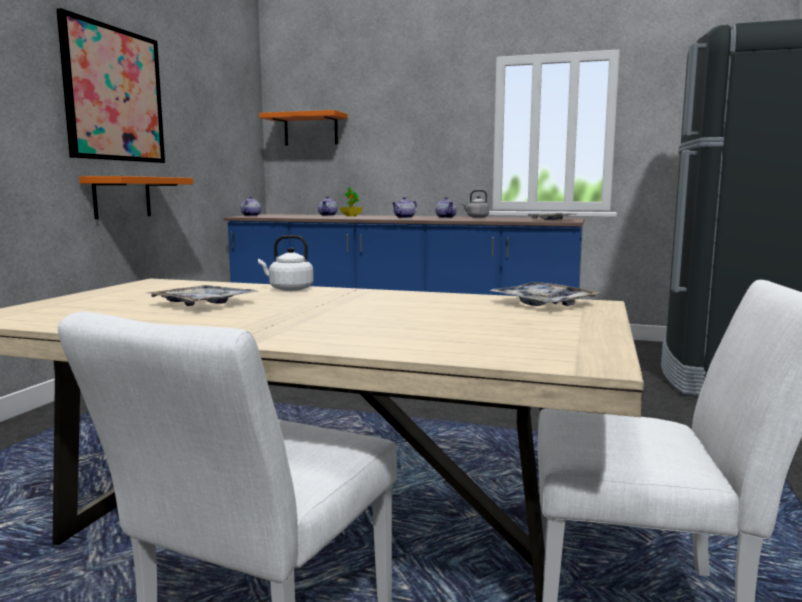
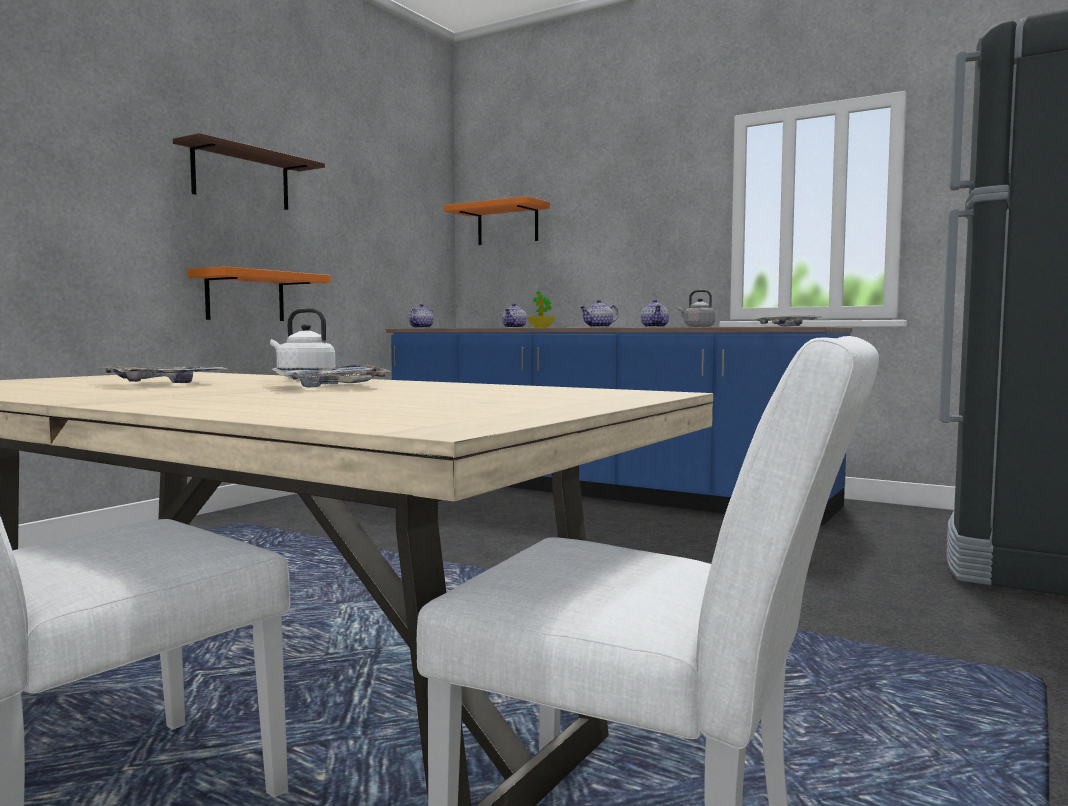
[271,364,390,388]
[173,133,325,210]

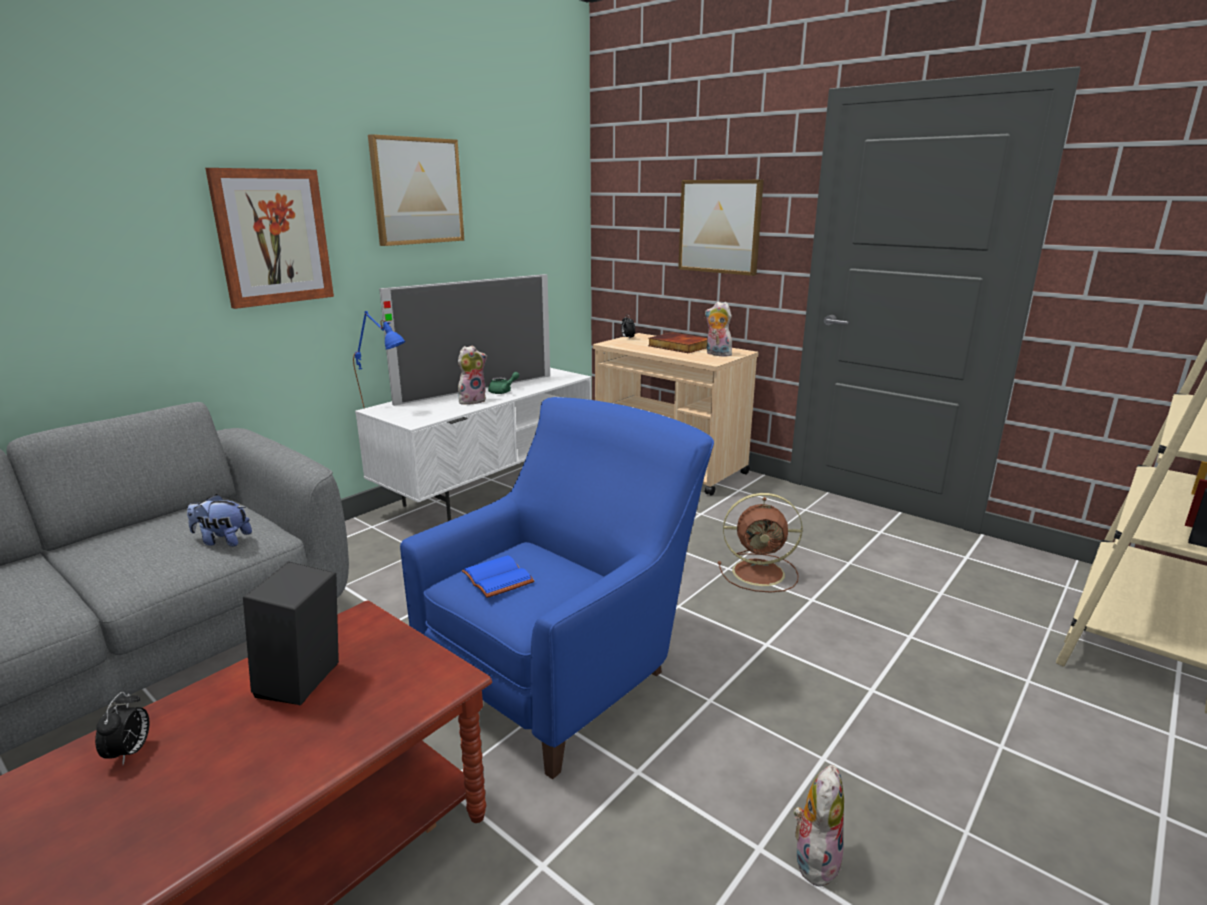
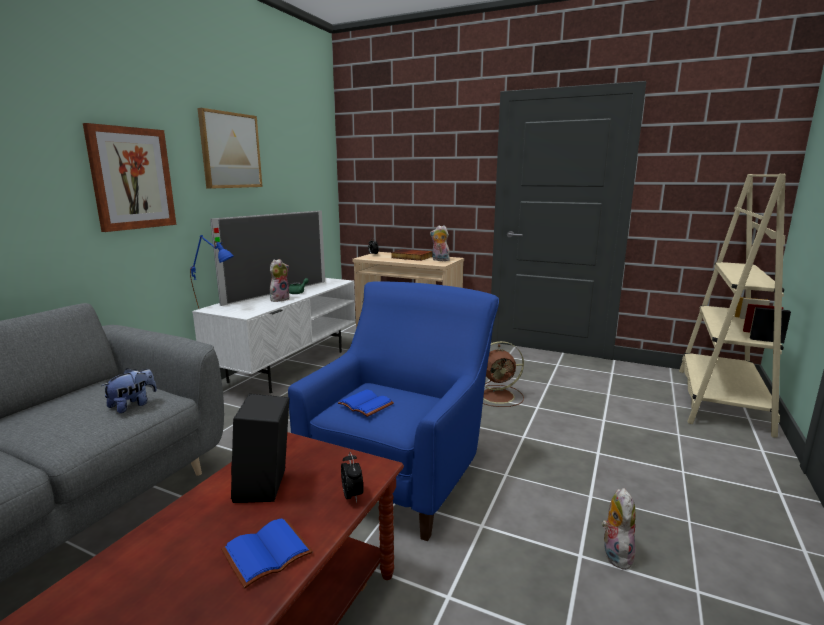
[678,180,764,276] (first image)
[221,518,313,589]
[341,452,363,503]
[102,368,157,413]

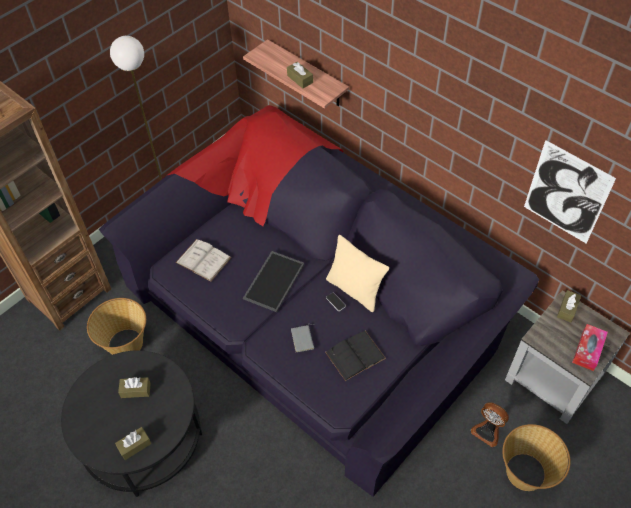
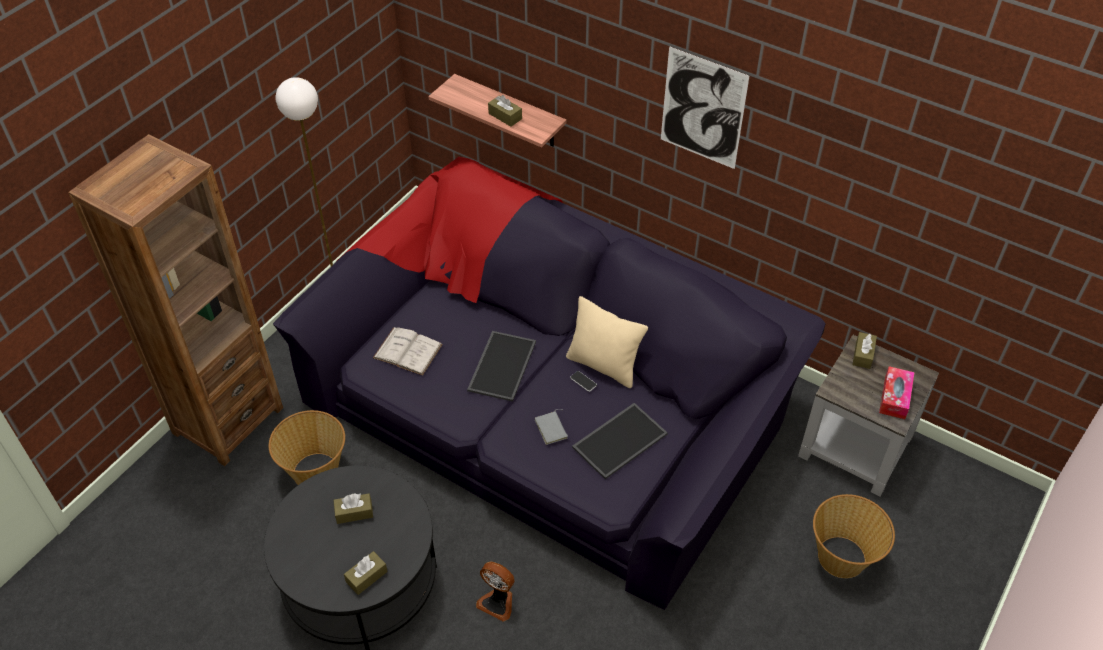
[476,561,514,622]
[661,46,749,169]
[572,403,668,479]

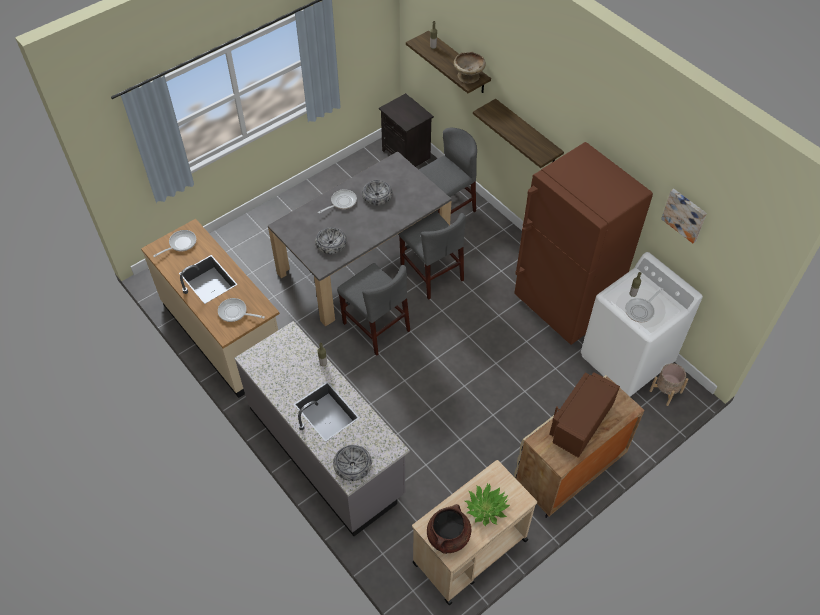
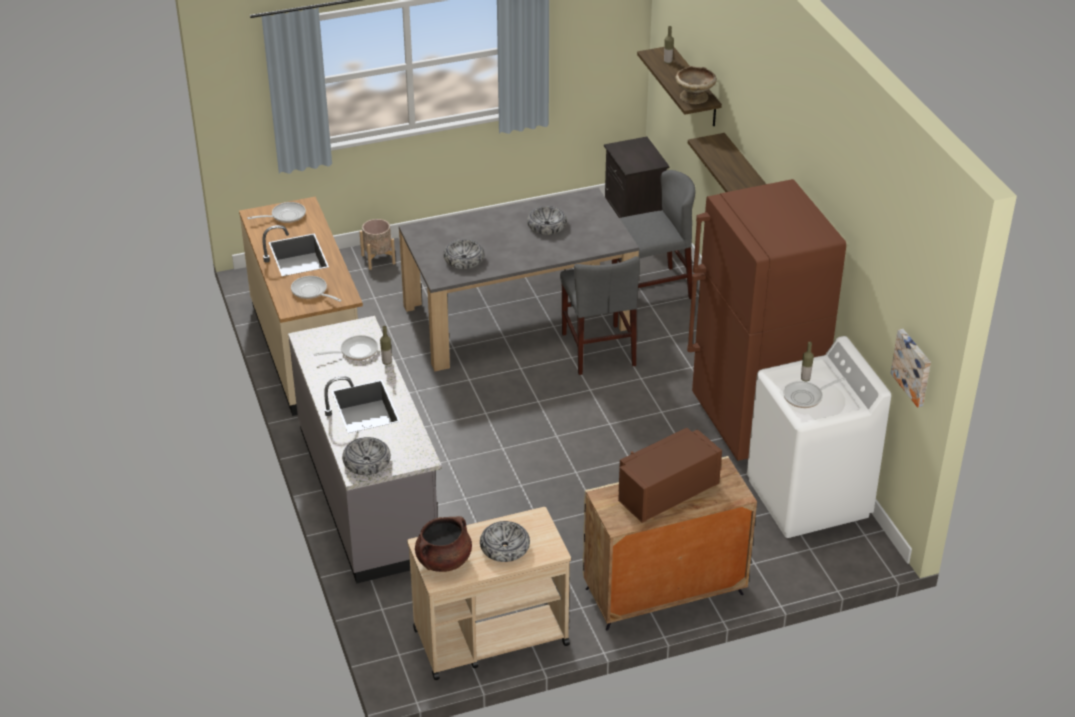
[337,263,410,356] (first image)
[314,335,378,360]
[359,219,396,270]
[891,329,931,407]
[480,521,530,562]

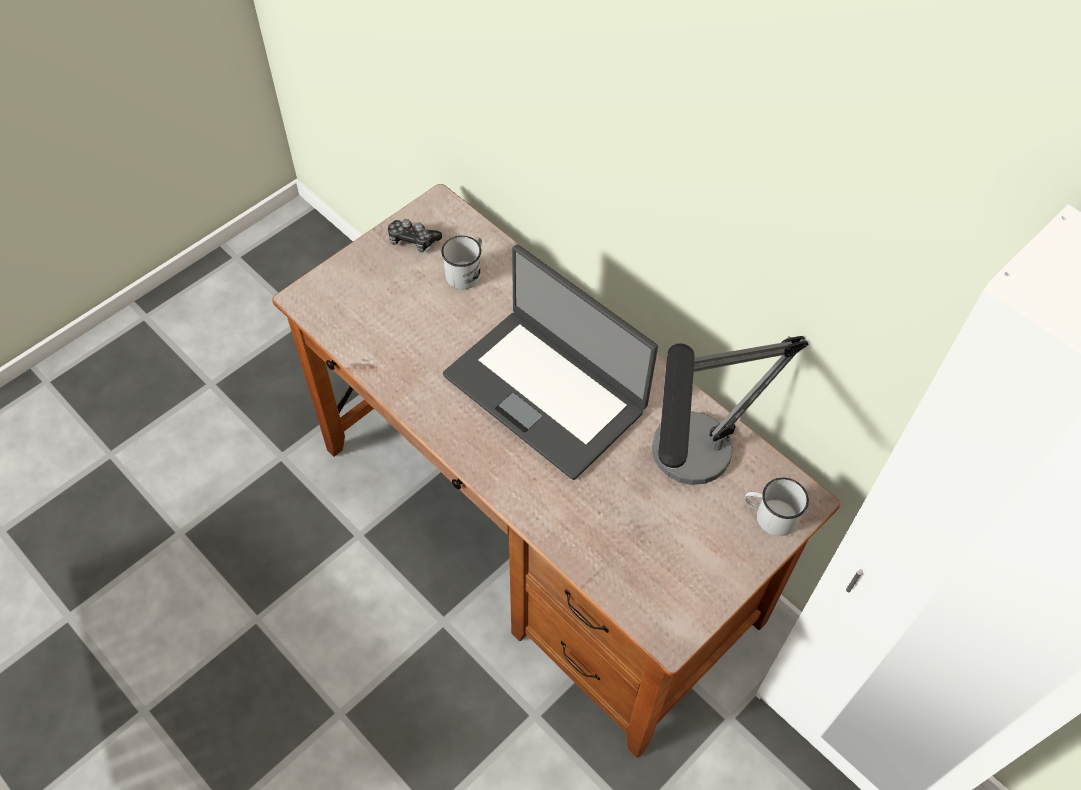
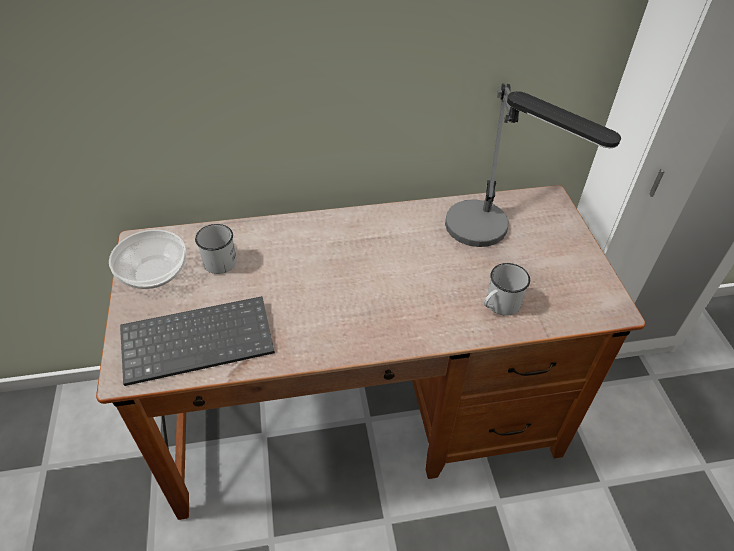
[443,245,658,480] (first image)
[120,296,275,386]
[484,263,530,316]
[109,229,186,289]

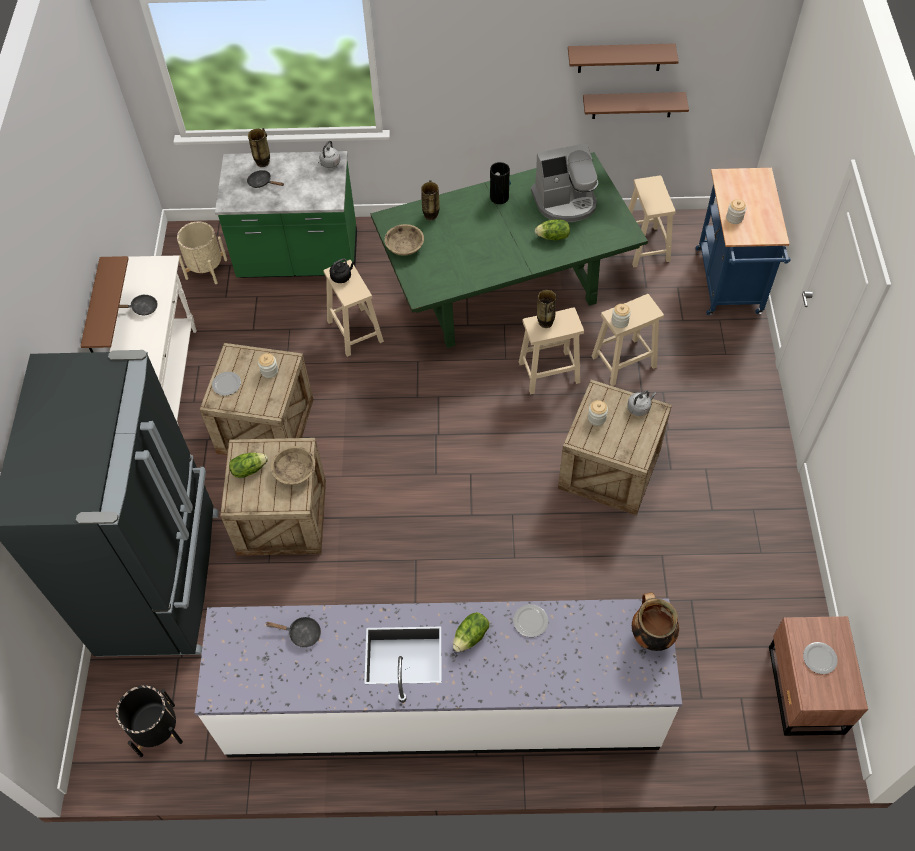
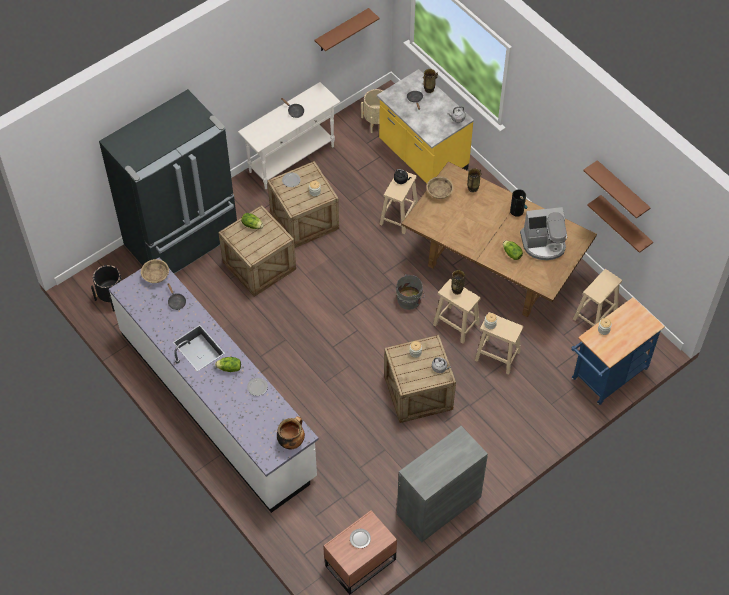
[396,274,425,310]
[397,426,488,542]
[315,8,380,51]
[141,259,169,283]
[377,69,474,183]
[401,161,597,317]
[520,207,567,260]

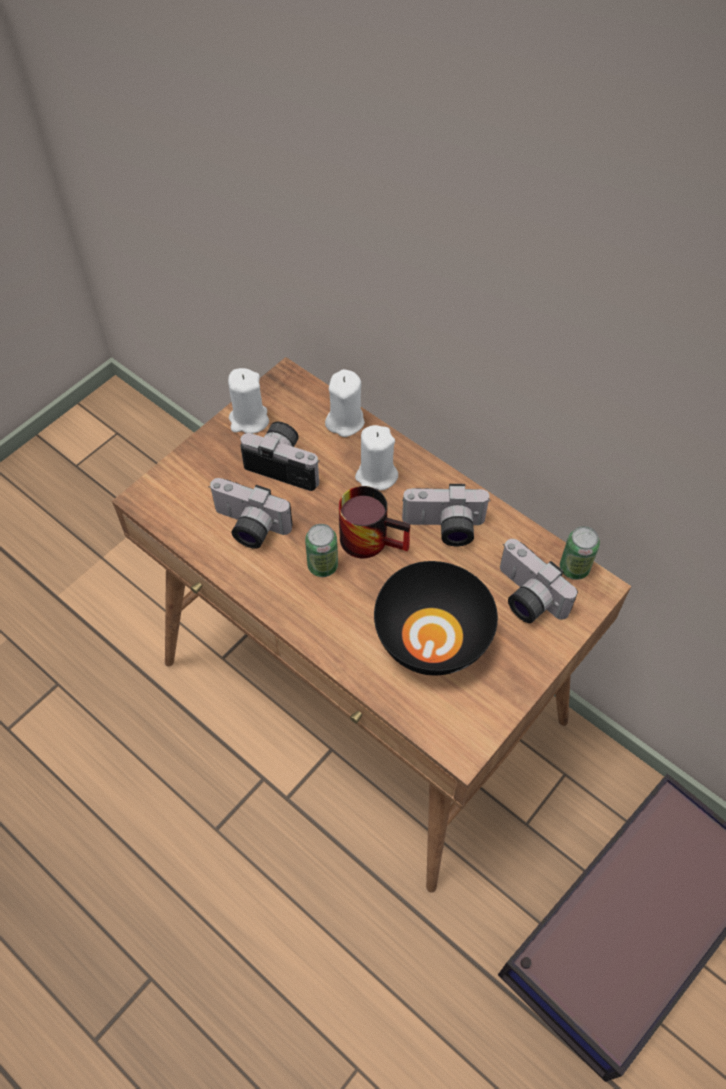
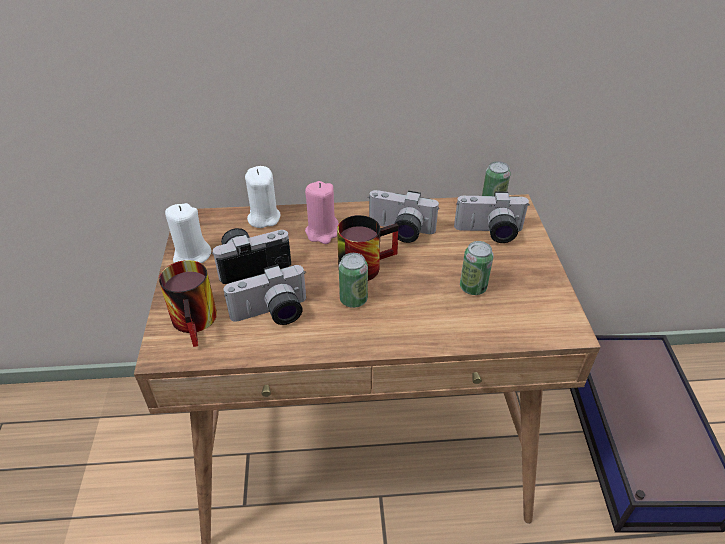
[159,260,217,347]
[460,241,494,295]
[305,181,339,244]
[368,190,439,243]

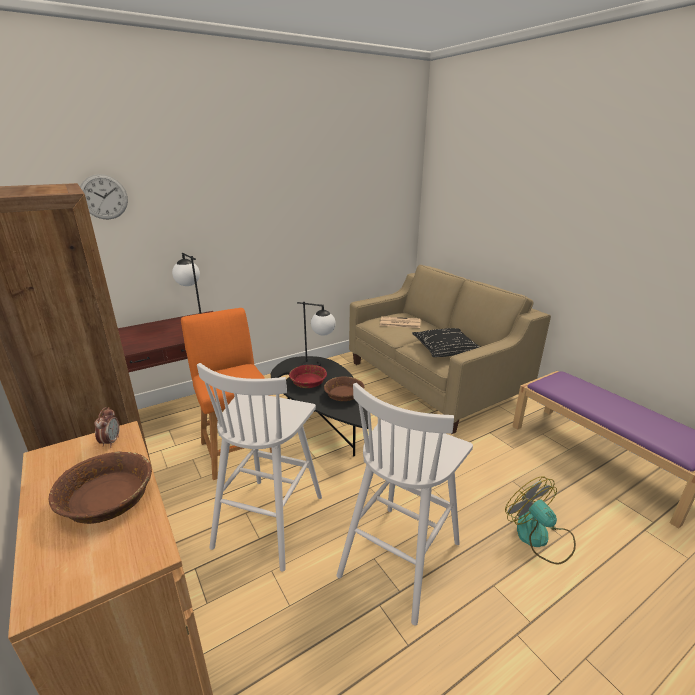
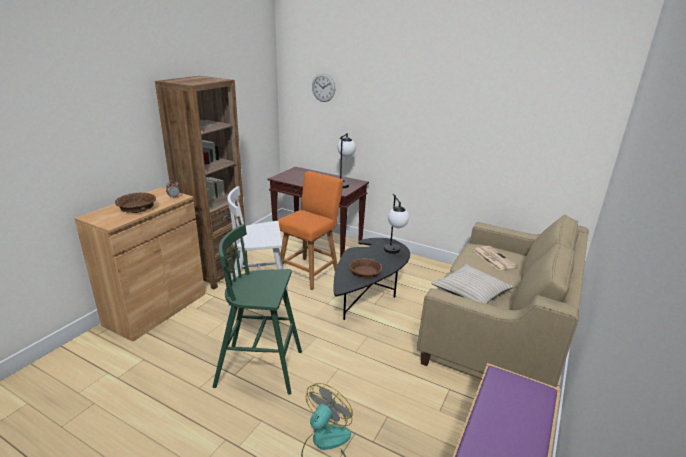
[289,365,327,388] (first image)
[212,224,302,395]
[431,264,514,304]

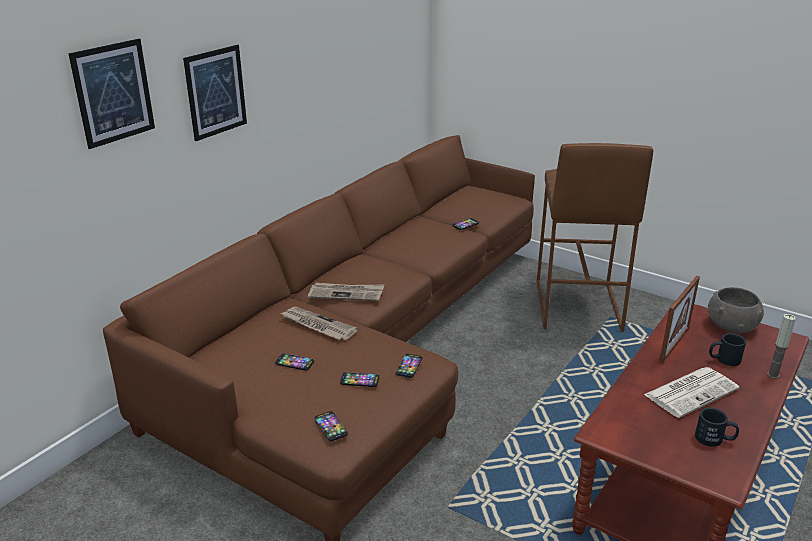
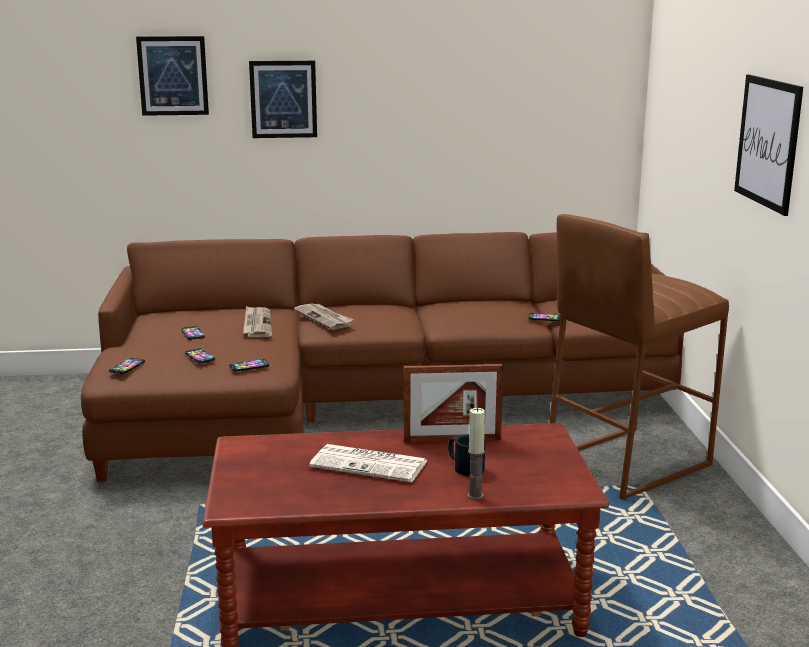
[695,407,739,447] (first image)
[707,287,764,333] (first image)
[734,75,803,216]

